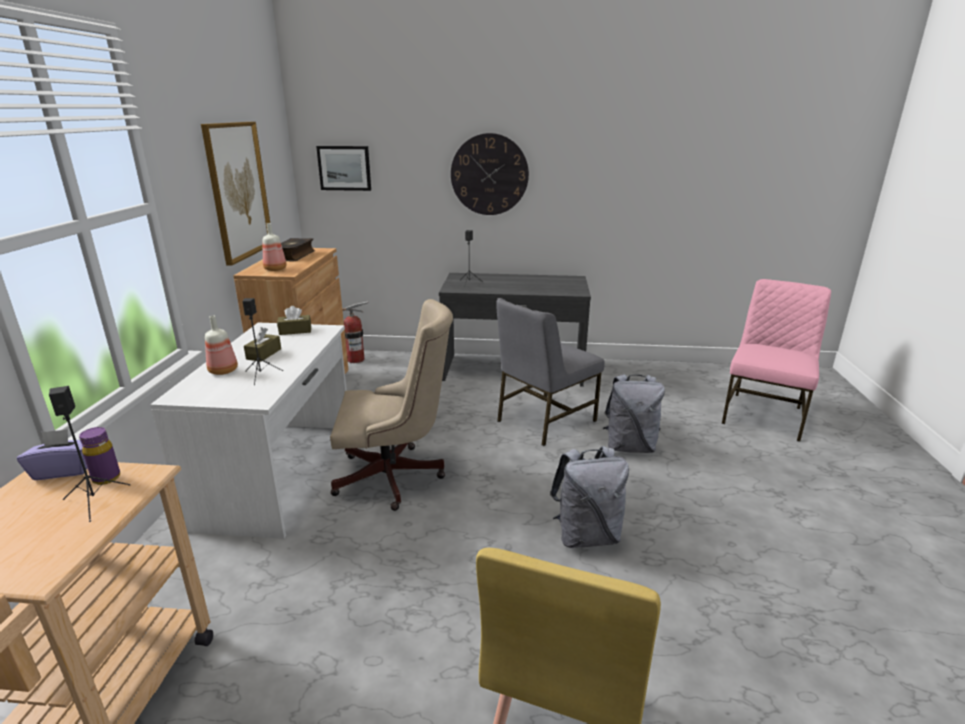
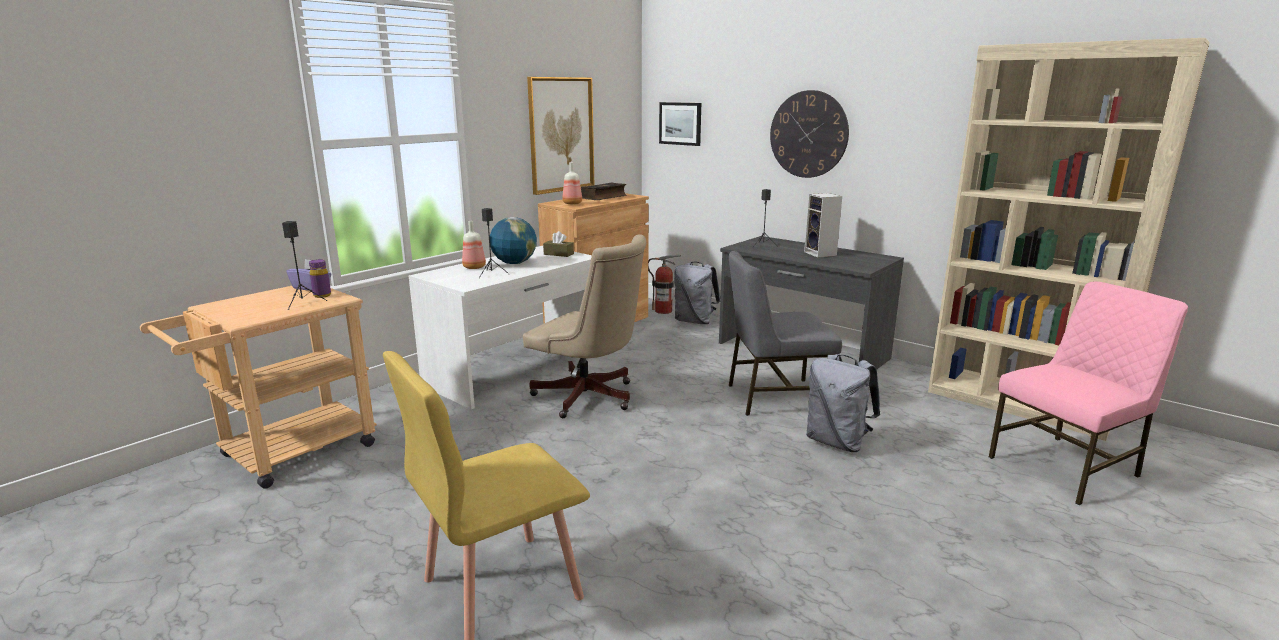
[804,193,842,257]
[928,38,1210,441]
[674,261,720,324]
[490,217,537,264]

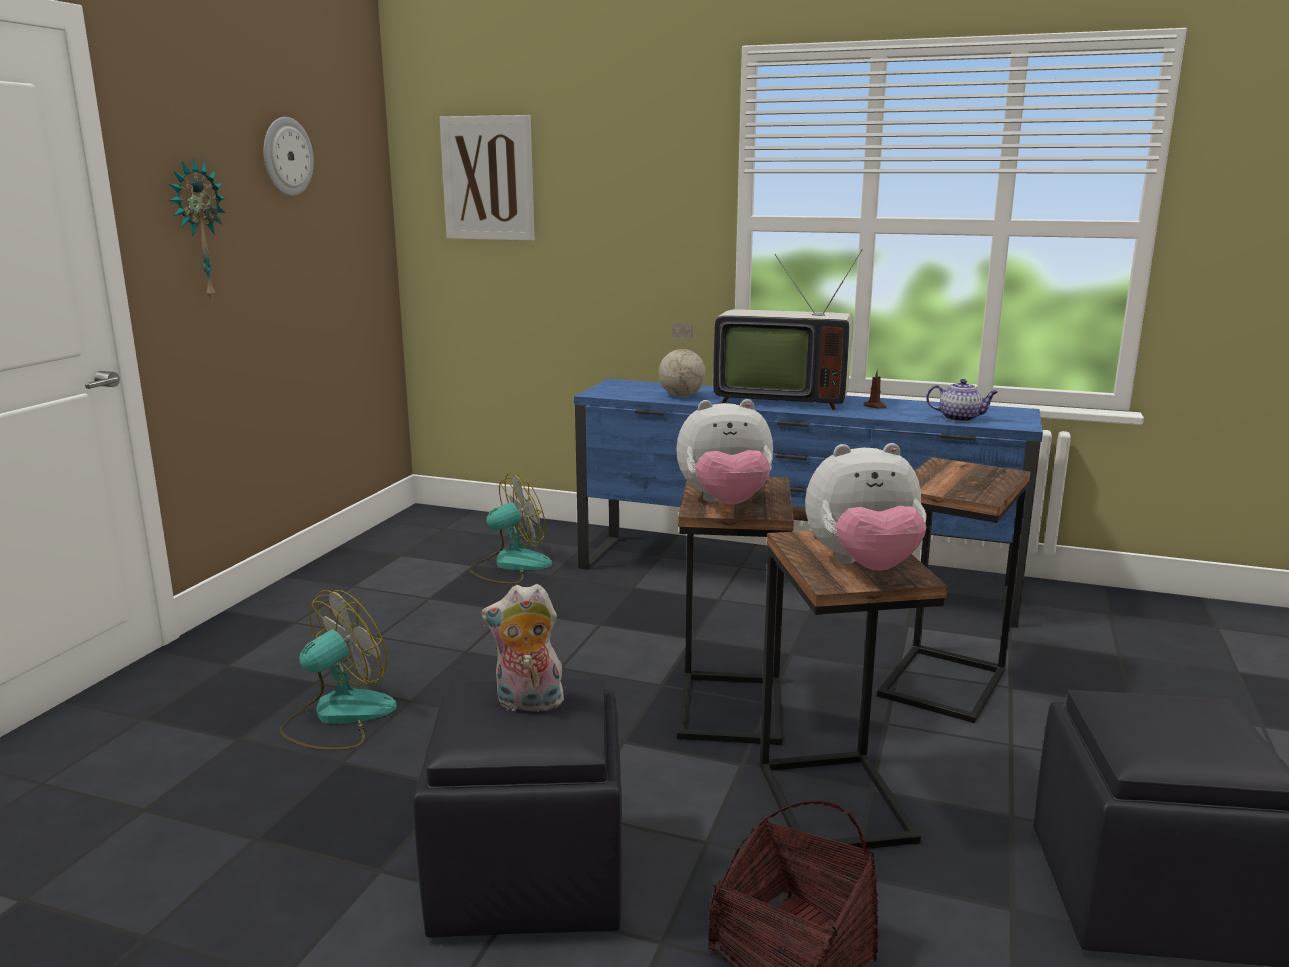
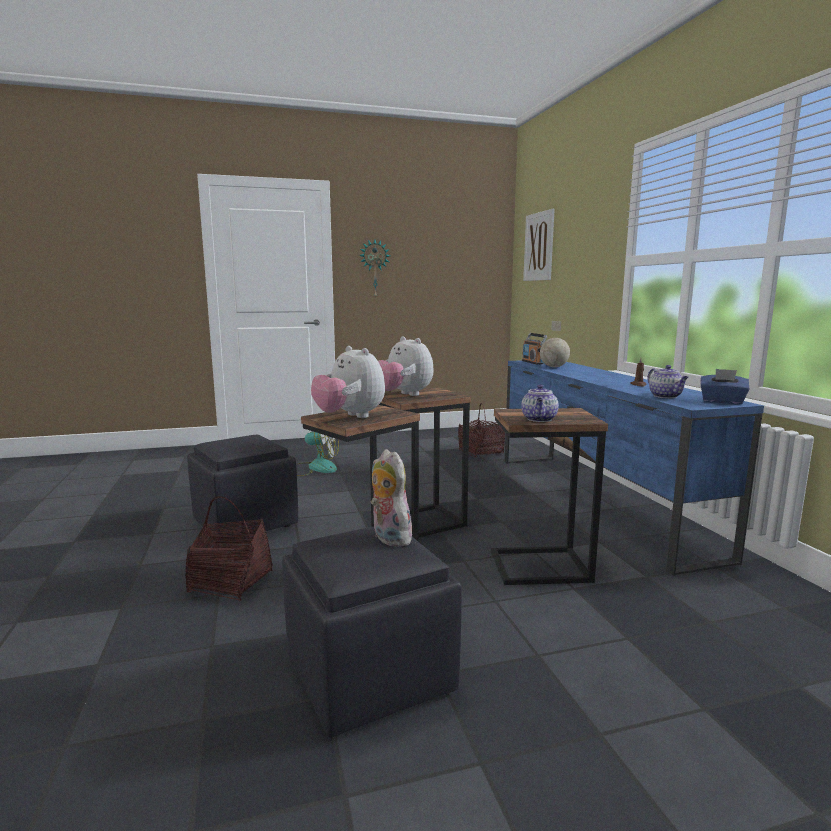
[264,117,314,196] (first image)
[713,249,863,410] (first image)
[521,384,559,422]
[522,333,547,364]
[701,369,749,404]
[371,449,416,547]
[458,403,505,458]

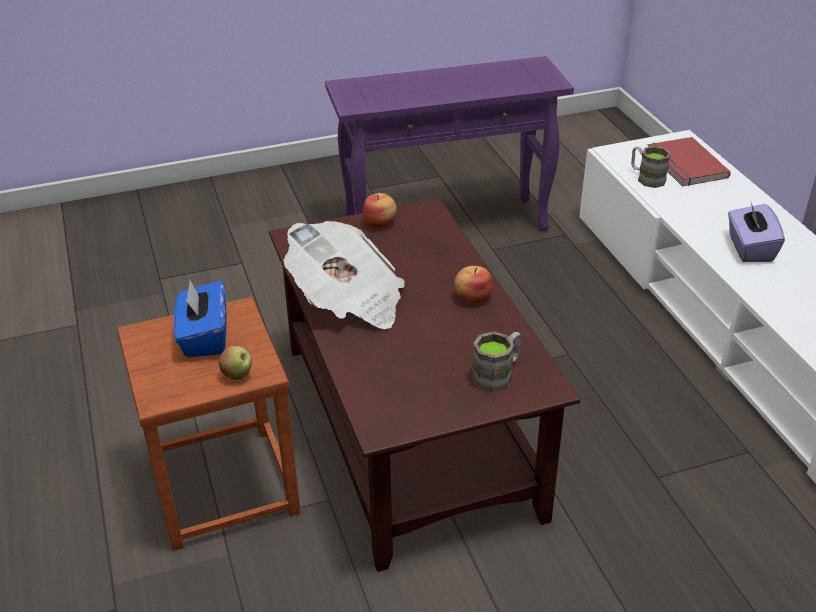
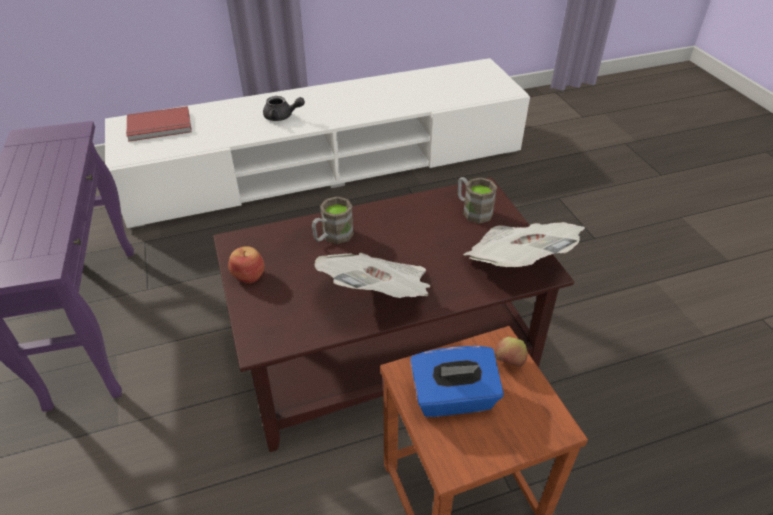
[454,266,493,303] (first image)
[463,222,585,267]
[312,196,354,244]
[263,96,305,121]

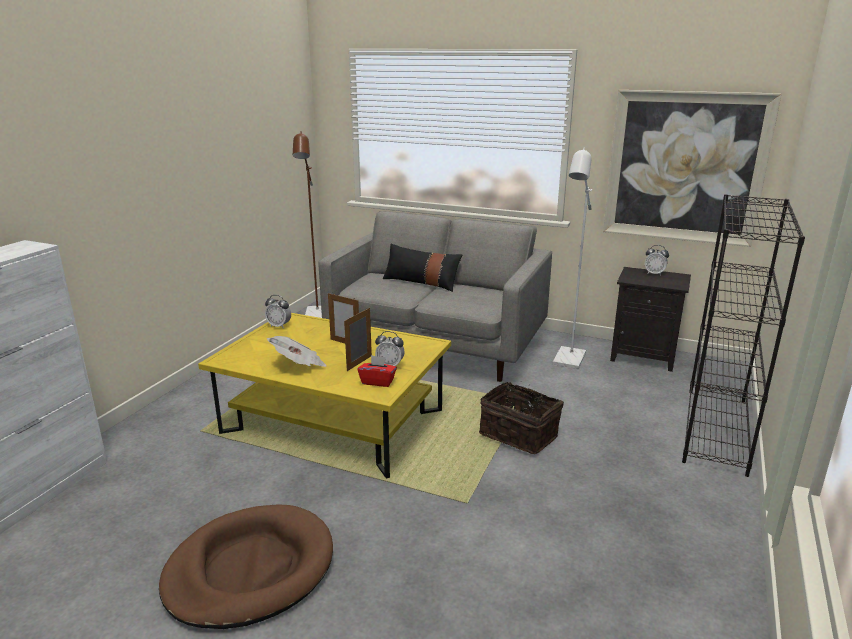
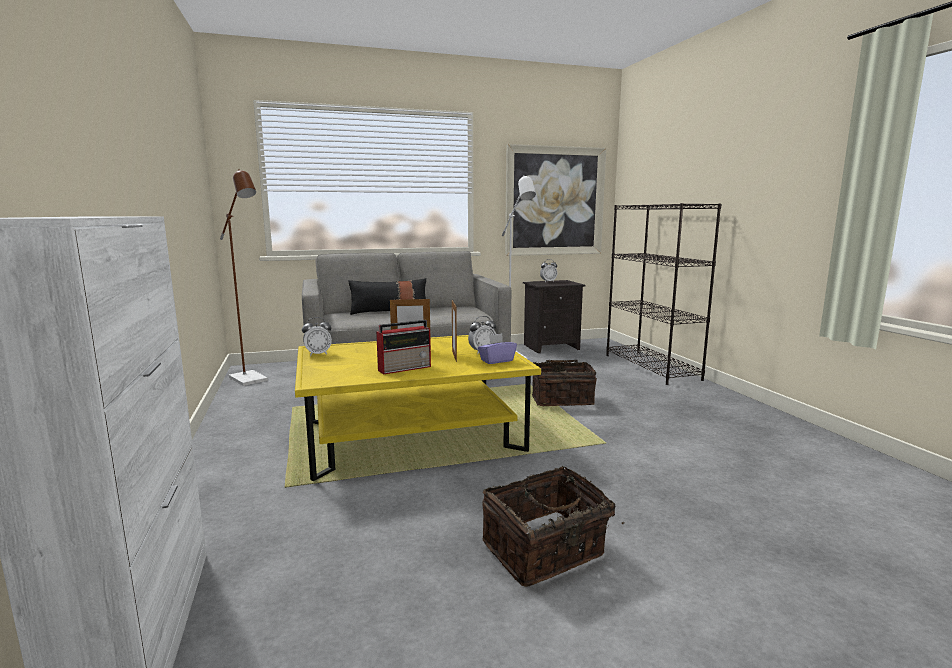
[482,466,624,587]
[376,320,431,375]
[478,333,517,364]

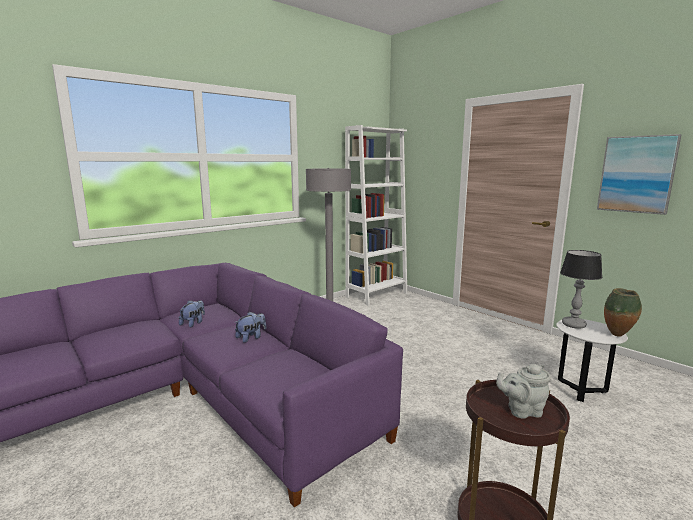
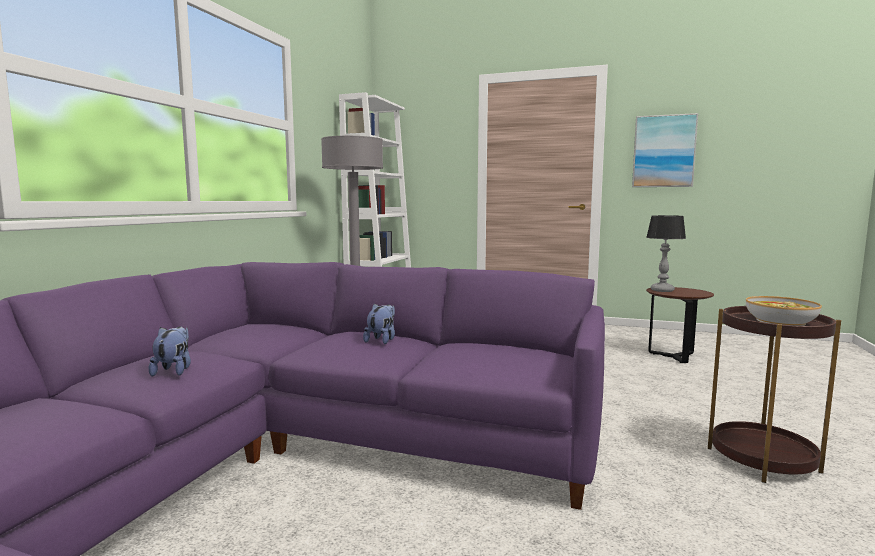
[604,288,642,337] (first image)
[149,326,191,377]
[746,296,822,326]
[646,287,714,363]

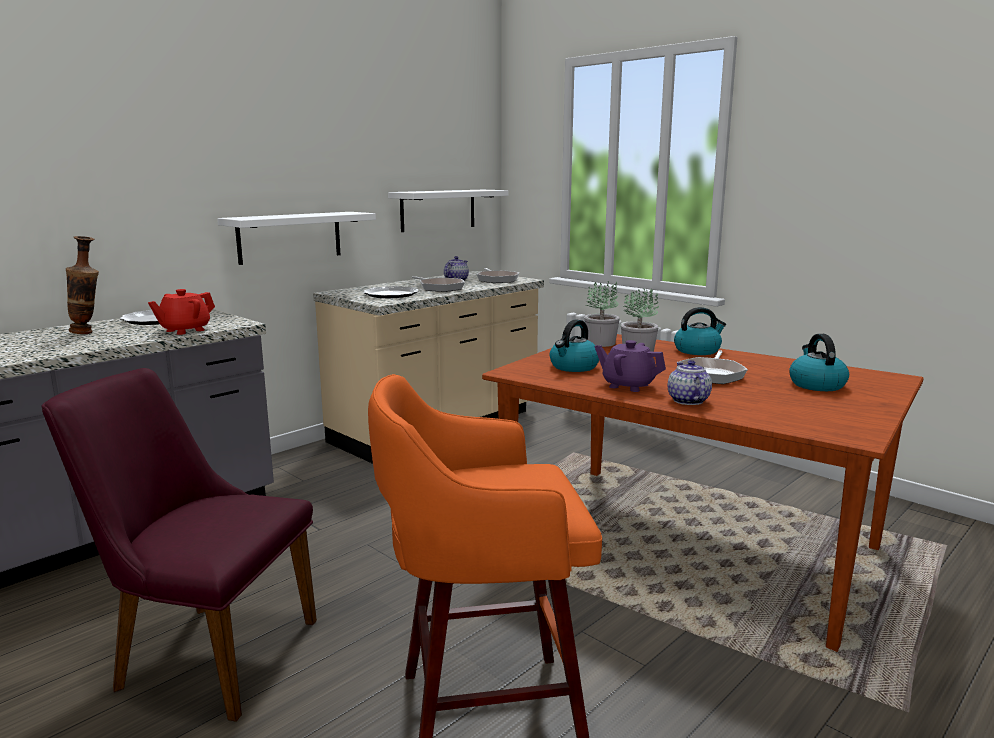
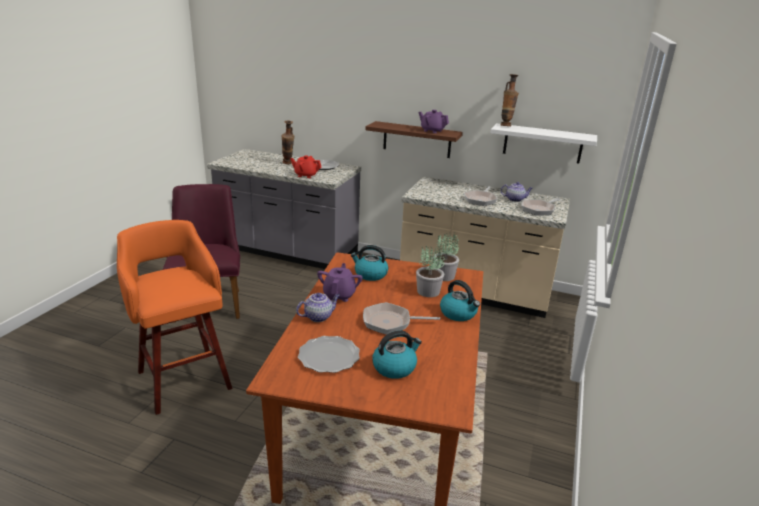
[418,110,449,133]
[501,74,519,126]
[298,336,360,373]
[366,121,463,158]

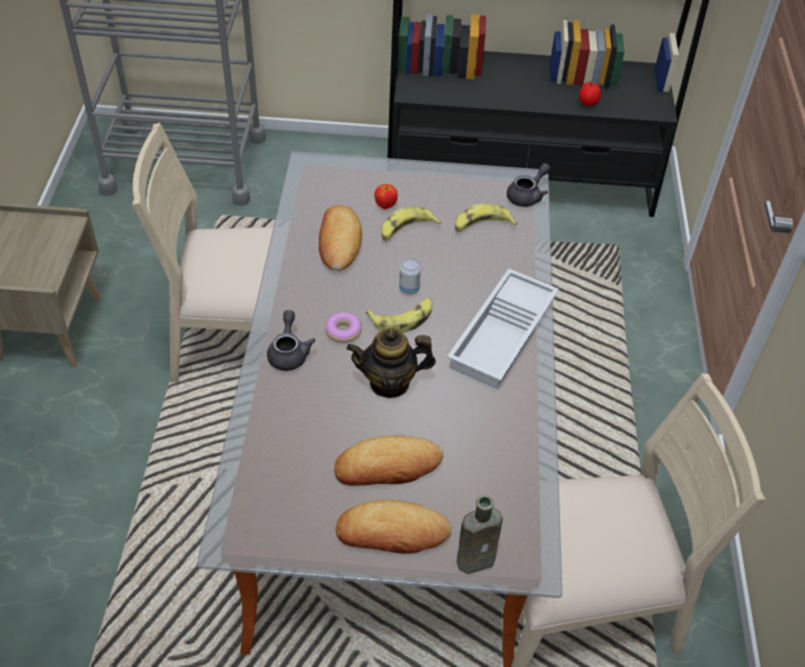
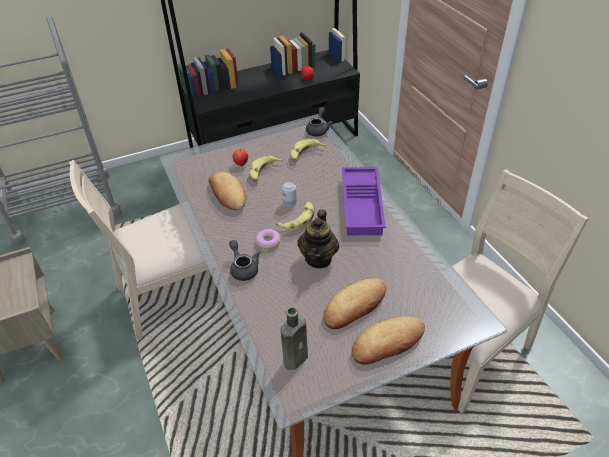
[281,307,308,370]
[342,167,386,235]
[297,209,339,269]

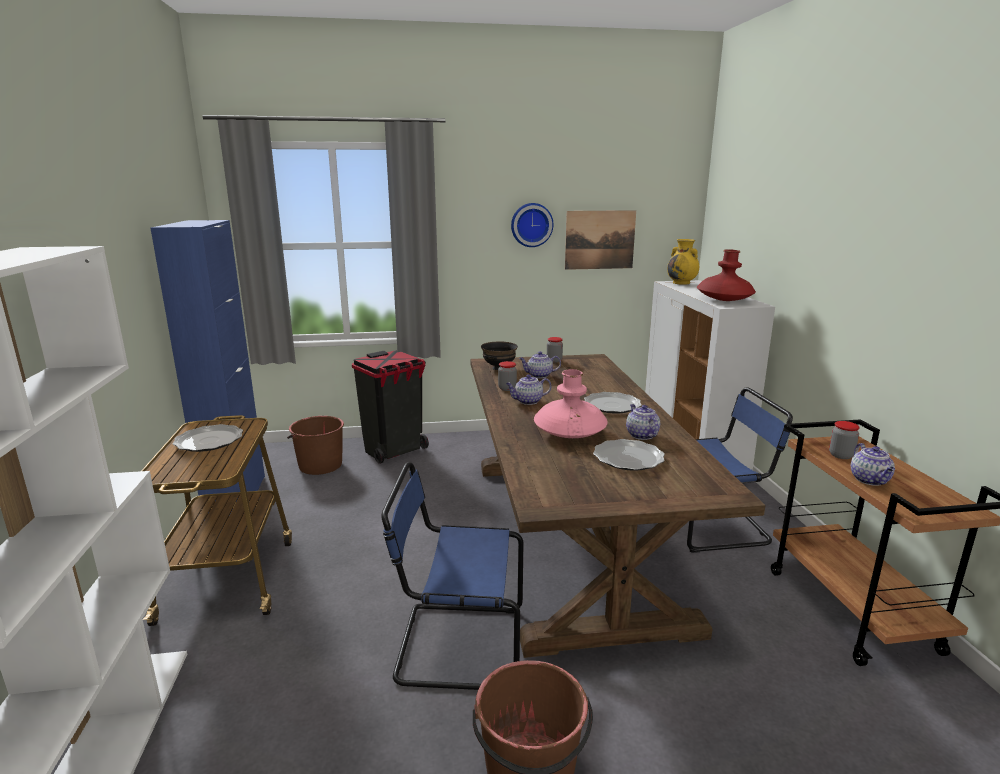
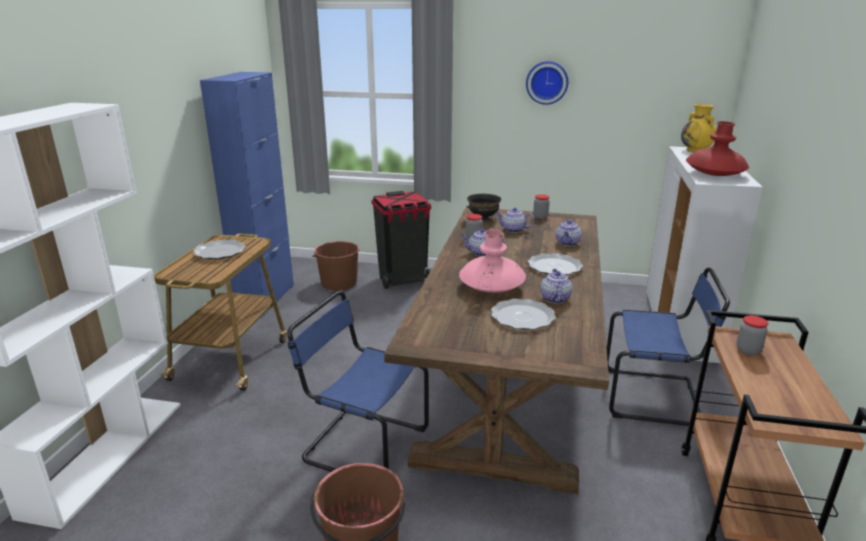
[565,210,636,270] (first image)
[556,219,582,246]

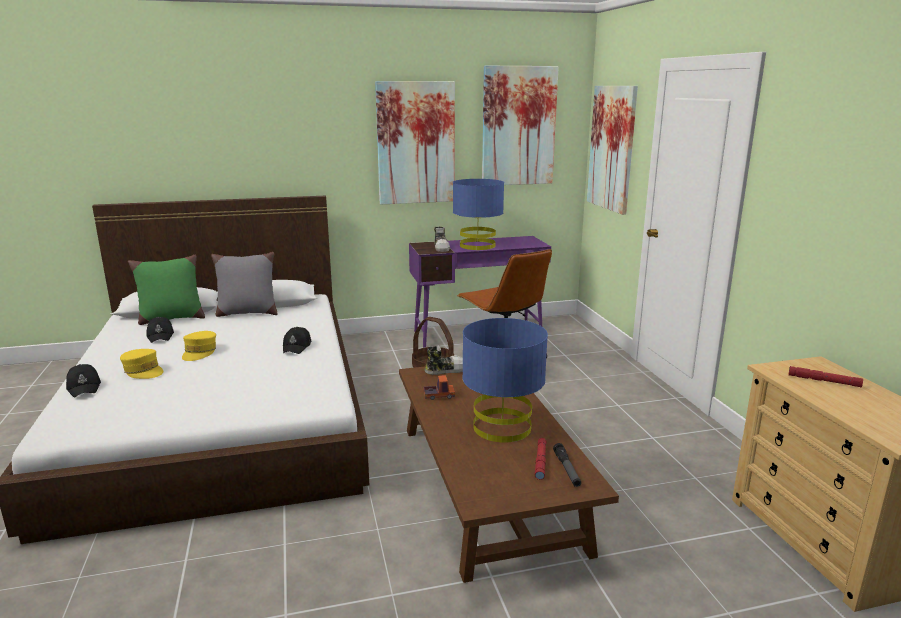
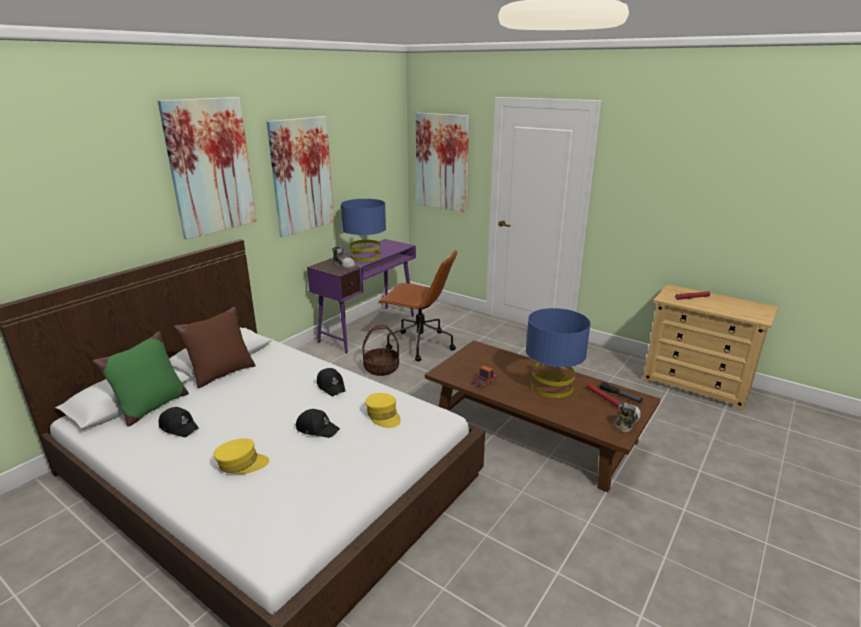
[296,409,340,438]
[365,393,400,428]
[615,403,640,432]
[158,97,257,239]
[174,307,256,388]

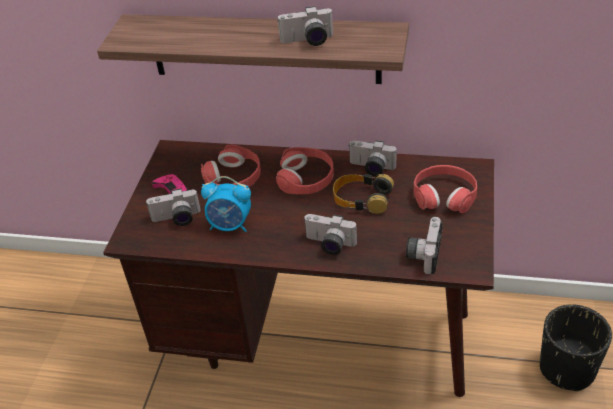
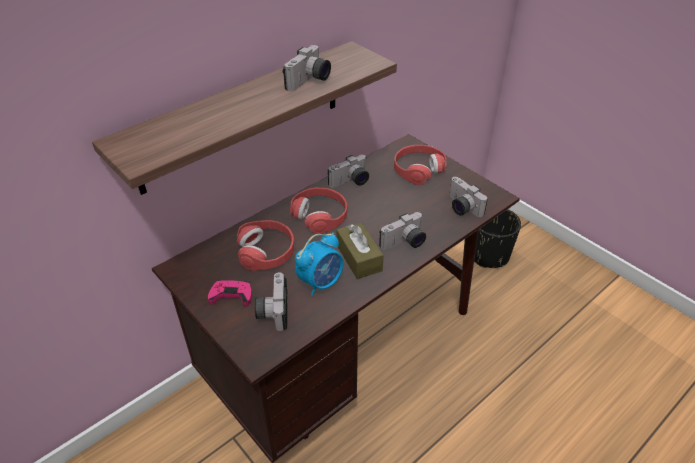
[333,174,394,214] (first image)
[337,222,384,279]
[254,272,288,331]

